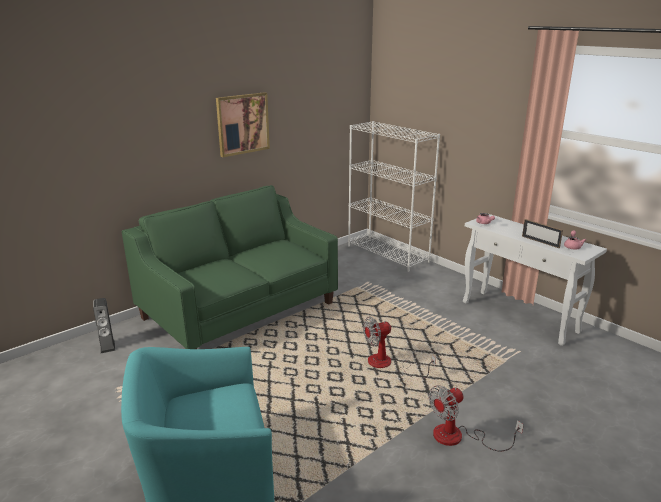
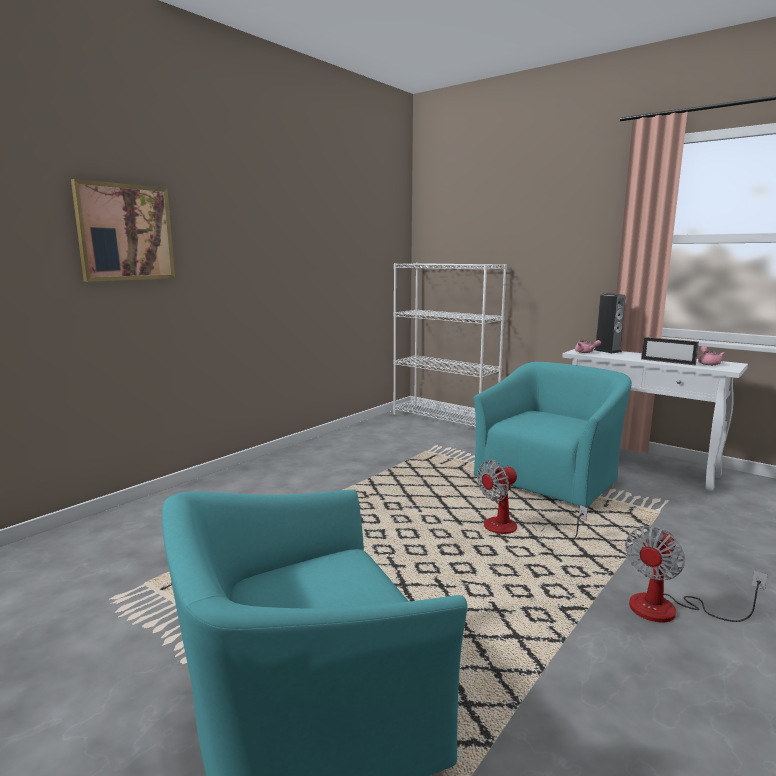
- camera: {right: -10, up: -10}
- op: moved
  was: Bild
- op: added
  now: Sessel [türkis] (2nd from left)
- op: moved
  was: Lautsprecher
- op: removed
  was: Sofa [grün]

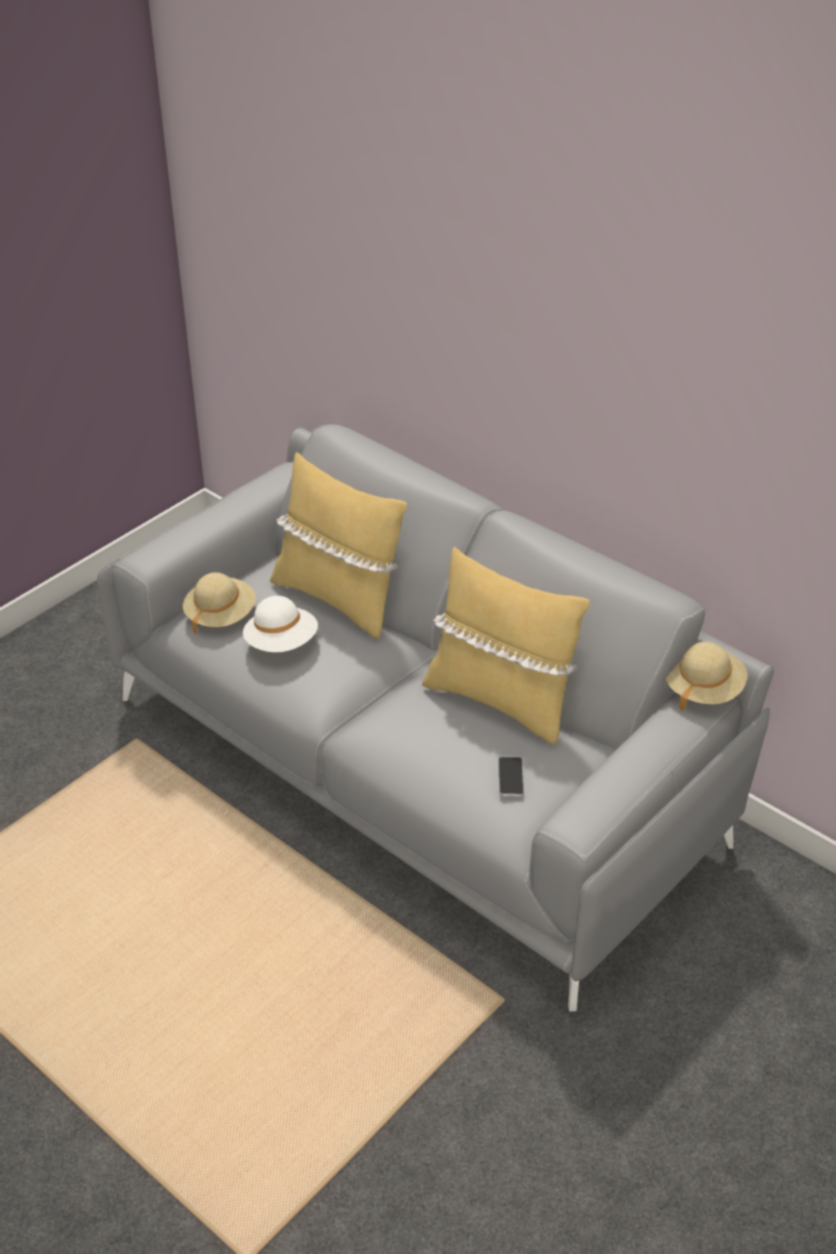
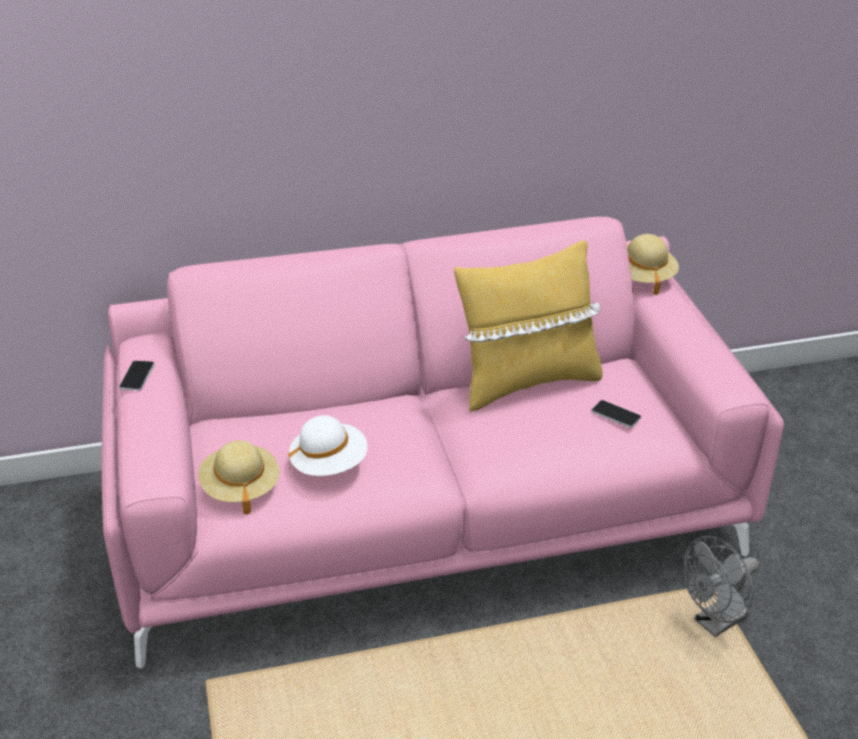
- camera: {right: -55, up: -5}
- op: recoloured
  was: Sofa [grau]
  now: Sofa [rosa]
- op: added
  now: Handy (1st from left)
- op: added
  now: Ventilator [grau]
- op: removed
  was: Kissen [gelb] (1st from left)

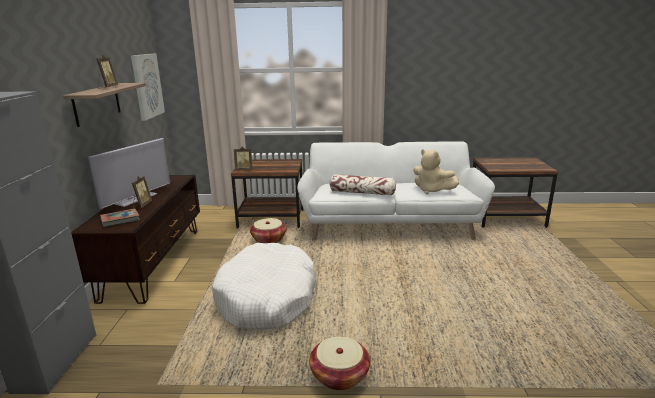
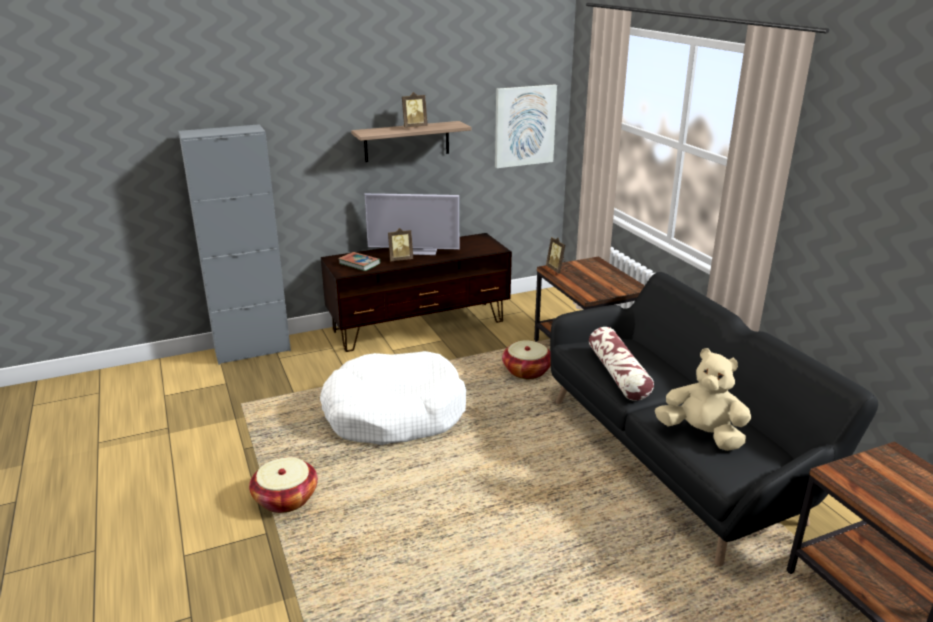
- camera: {right: 65, up: 5}
- op: recoloured
  was: Sofa [weiß]
  now: Sofa [schwarz]
- op: turned
  was: Plüschtier [beige]
  clockwise: 105

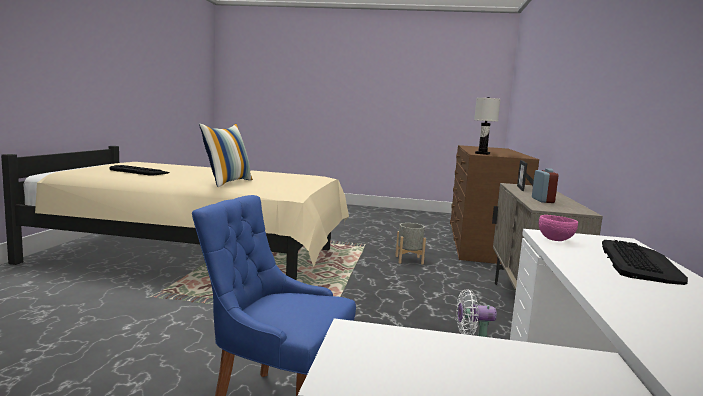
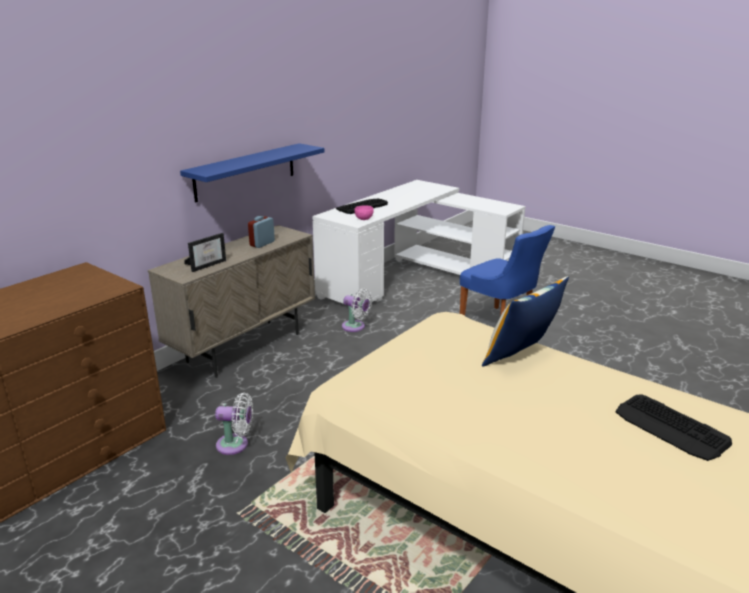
- camera: {right: -150, up: 15}
- op: added
  now: Wandregal [blau]
- op: replaced
  was: Pflanzkübel [grau]
  now: Ventilator [weiß] (1st from left)
- op: removed
  was: Tischlampe [weiß]

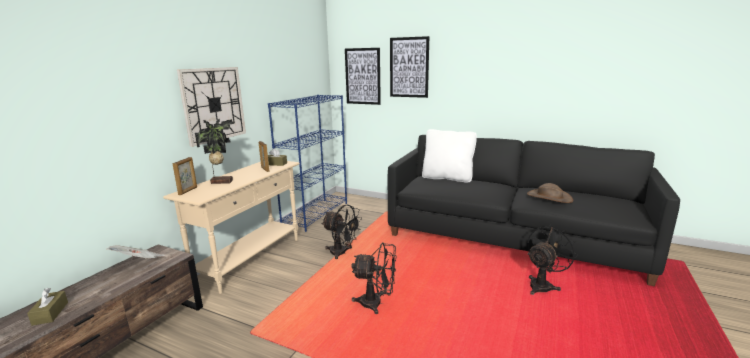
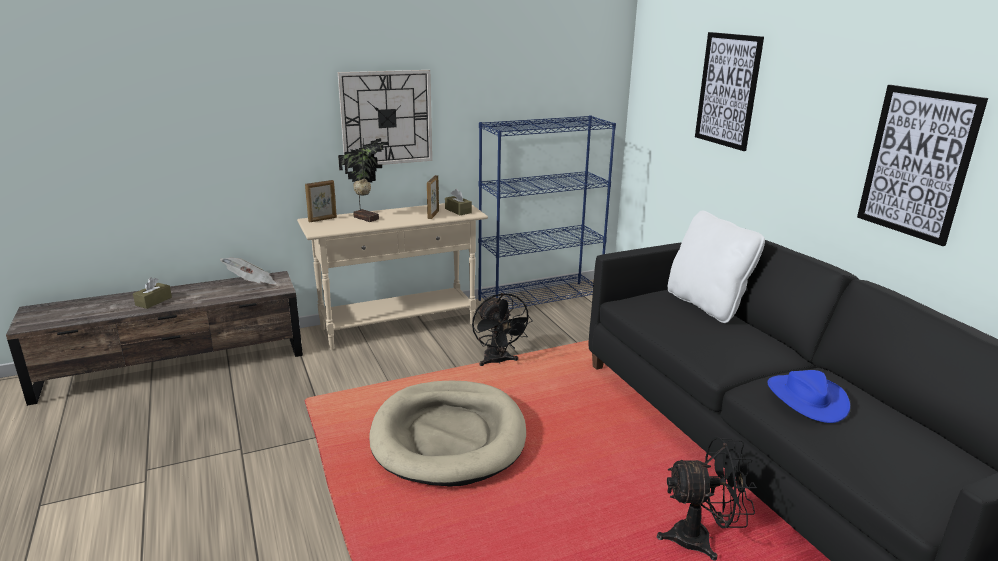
- camera: {right: 40, up: 5}
- op: replaced
  was: Ventilator [schwarz] (2nd from left)
  now: Hundebett [beige]
- op: recoloured
  was: Hut [braun]
  now: Hut [blau]
- op: moved
  was: Bild (1st from left in the first image)
  now: Bild (2nd from left)

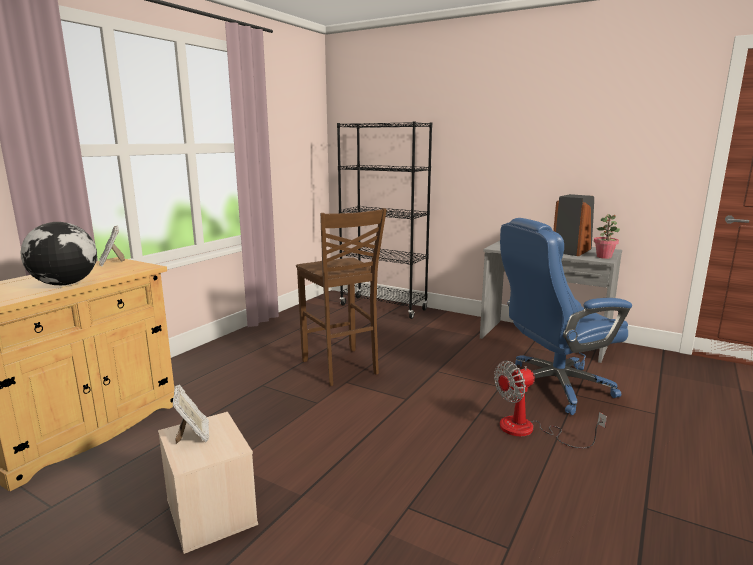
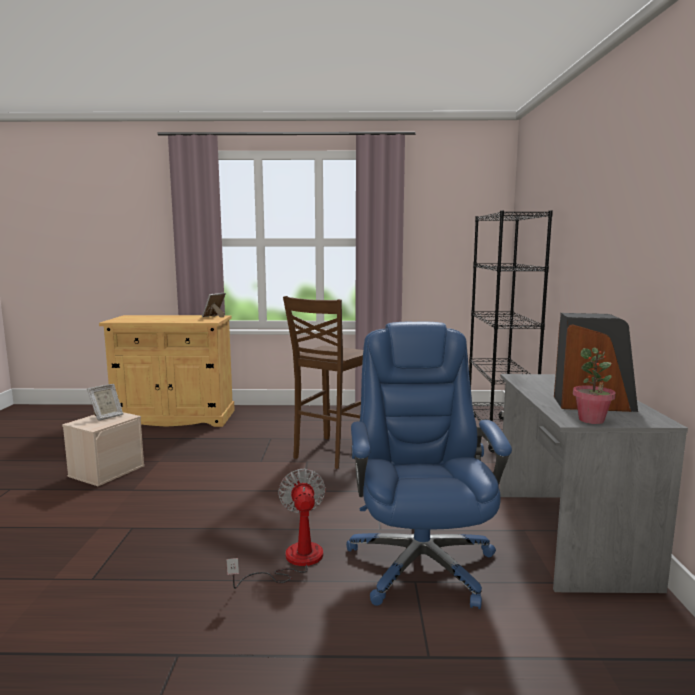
- camera: {right: 60, up: -5}
- op: turned
  was: Ventilator
  clockwise: 45
- op: turned
  was: Bürostuhl [blau]
  clockwise: 45
- op: removed
  was: Globus

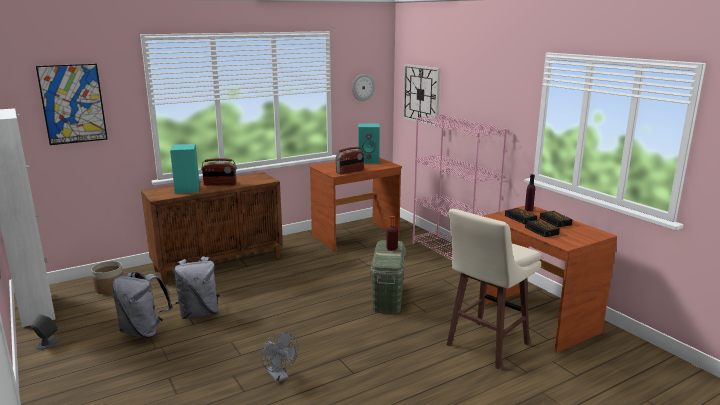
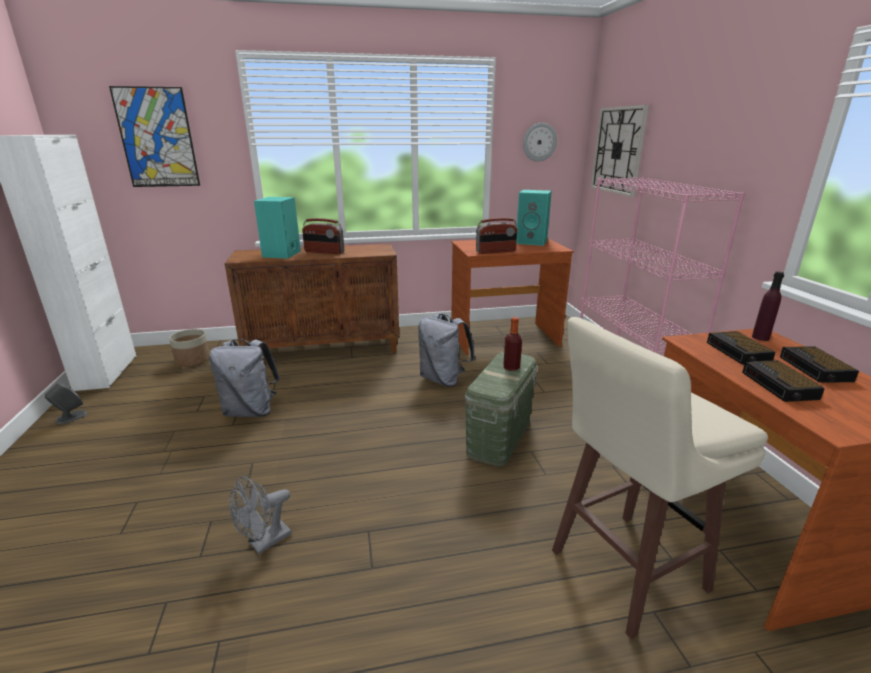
- camera: {right: 20, up: 5}
- op: turned
  was: Ventilator [grau]
  clockwise: 60
- op: moved
  was: Rucksack [grau] (1st from left in the first image)
  now: Rucksack [grau] (2nd from left)

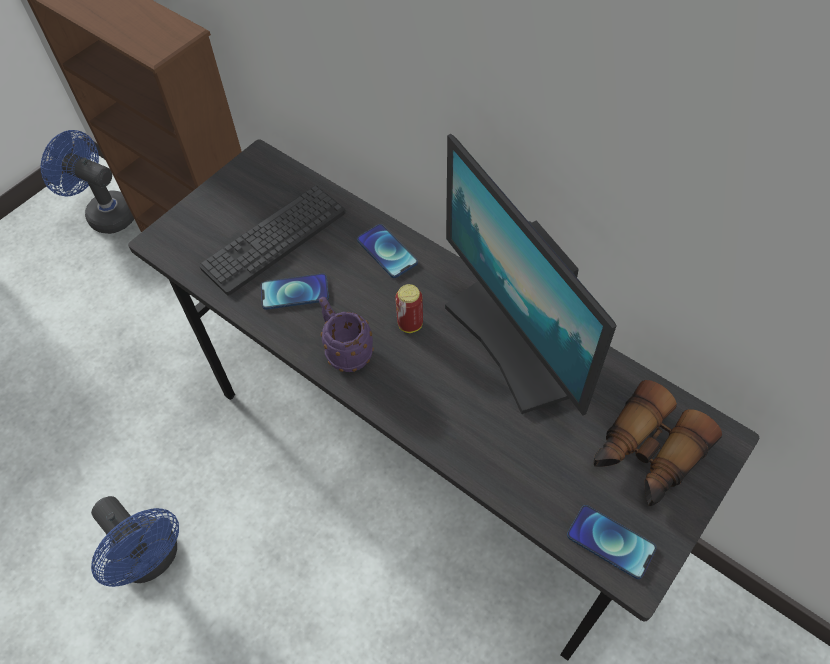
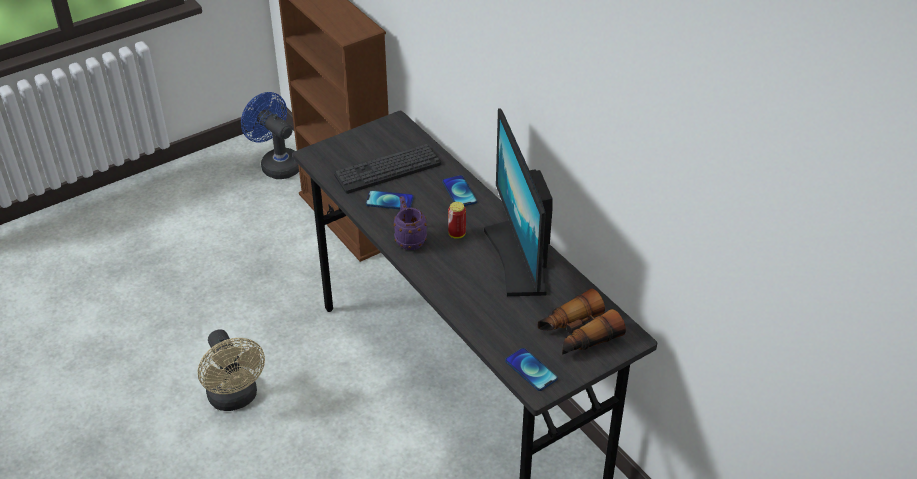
- camera: {right: 15, up: -15}
- op: recoloured
  was: Ventilator [blau] (2nd from left)
  now: Ventilator [beige]

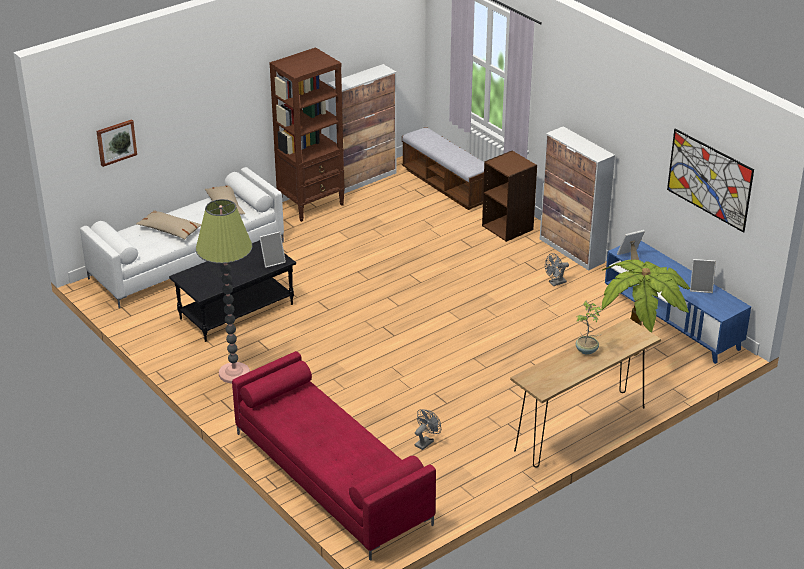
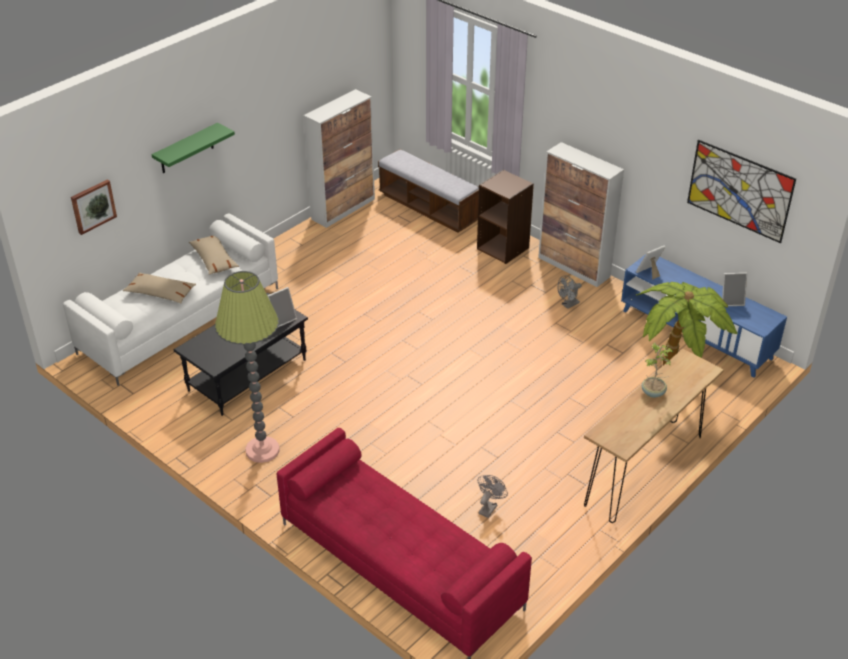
- camera: {right: -10, up: 5}
- op: added
  now: Wandregal [grün]
- op: removed
  was: Bücherregal [braun] (1st from left)

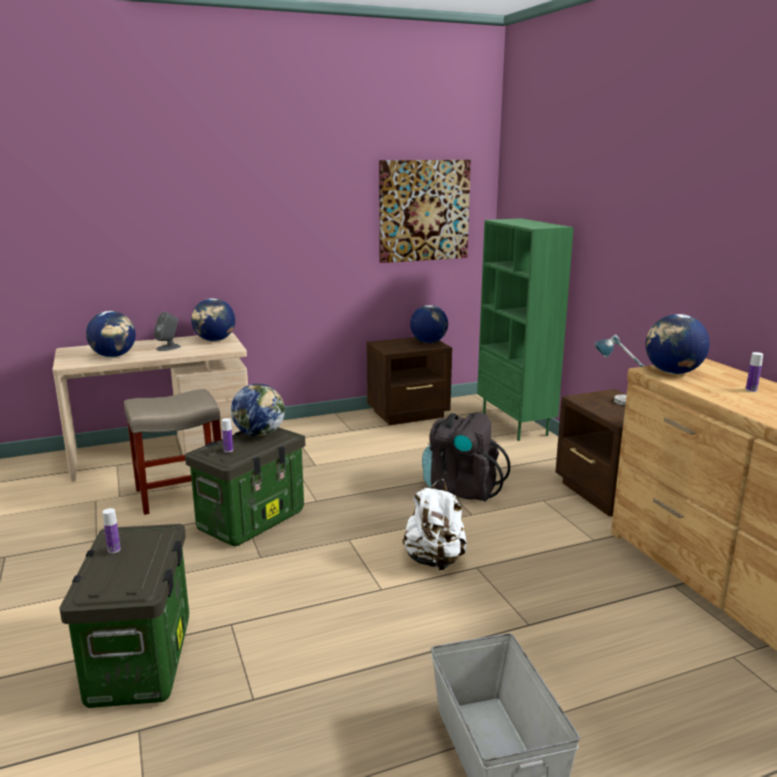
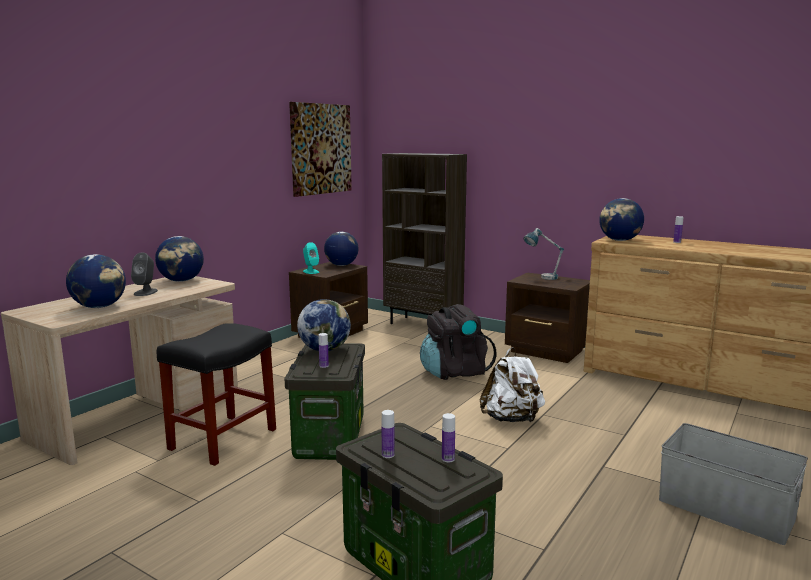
- camera: {right: -35, up: -5}
- op: recoloured
  was: Hocker [beige]
  now: Hocker [schwarz]
- op: added
  now: Lautsprecher [türkis]
- op: recoloured
  was: Bücherregal [grün]
  now: Bücherregal [braun]
- op: added
  now: Flasche (3rd from left)

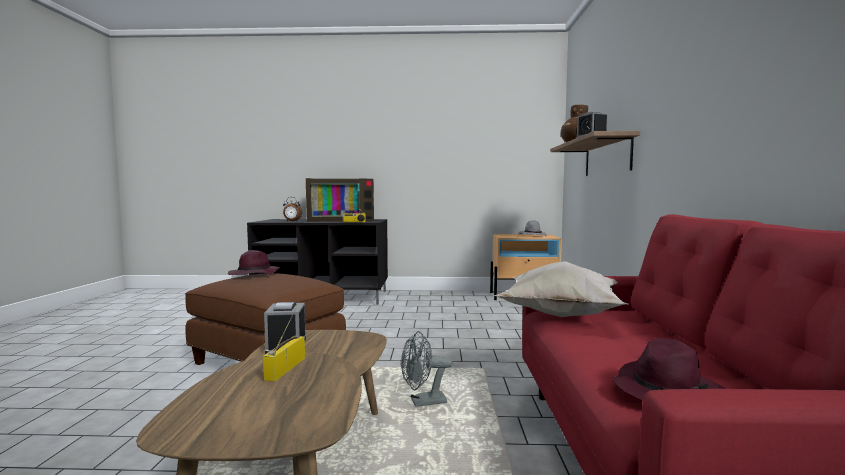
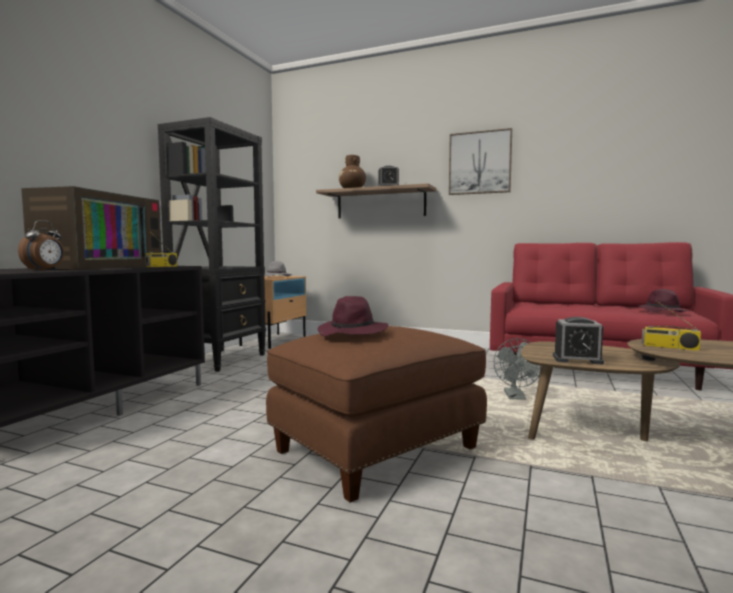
- camera: {right: -70, up: 0}
- op: added
  now: Bücherregal [schwarz]
- op: added
  now: Bild
- op: removed
  was: Kissen [weiß]

